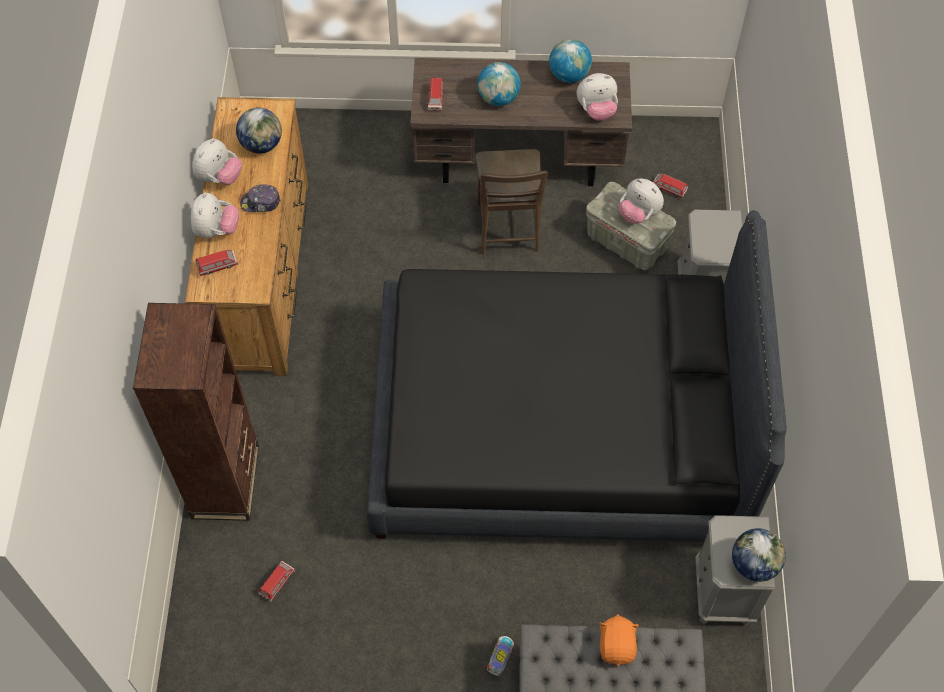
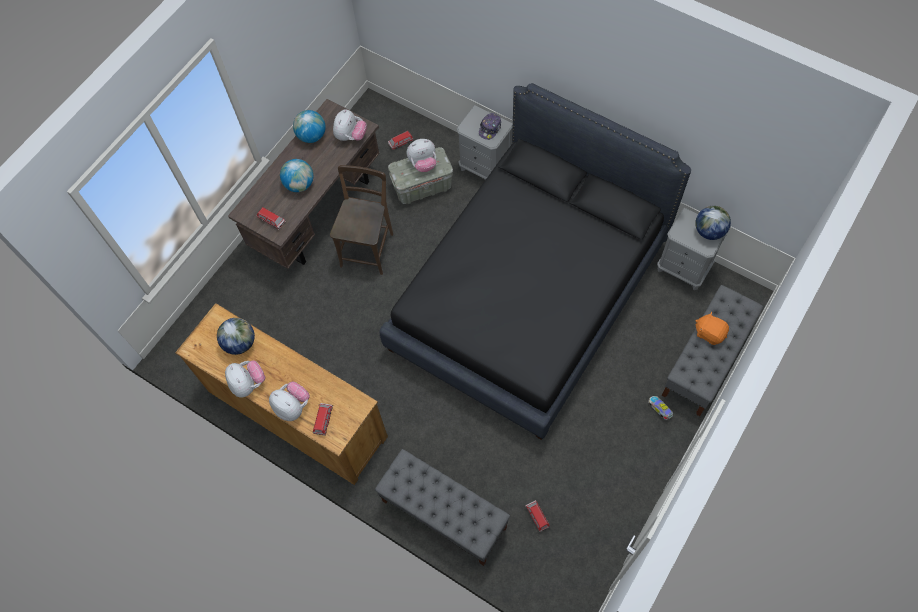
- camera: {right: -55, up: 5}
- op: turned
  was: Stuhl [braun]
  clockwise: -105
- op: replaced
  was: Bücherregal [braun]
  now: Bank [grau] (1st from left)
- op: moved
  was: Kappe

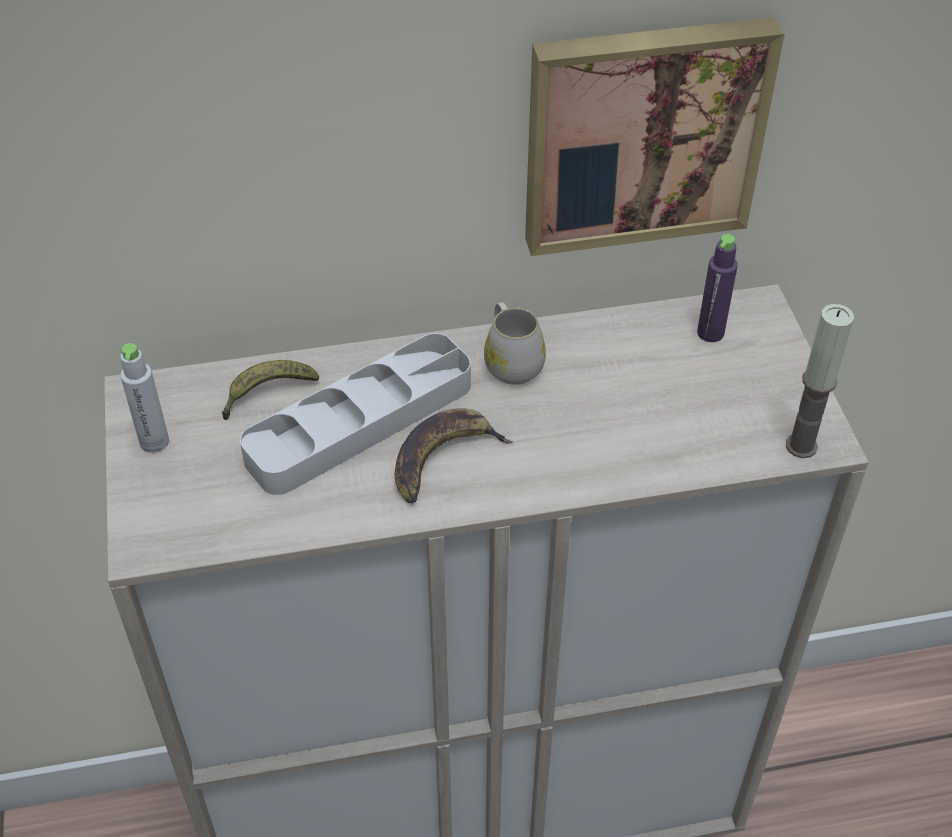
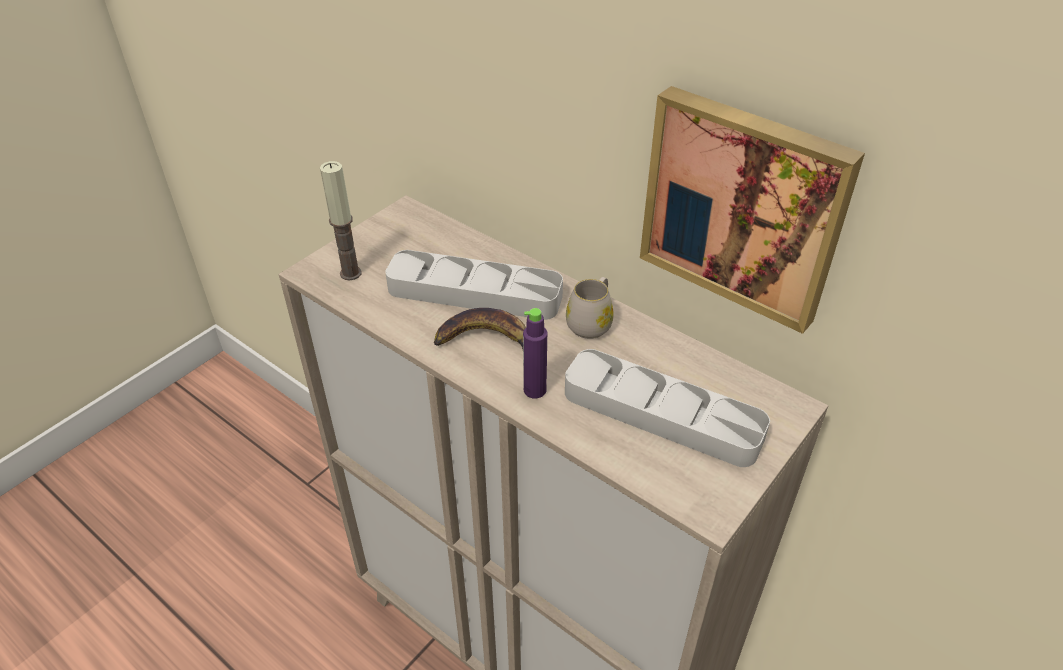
- camera: {right: 50, up: -5}
- op: moved
  was: Kerze
- op: moved
  was: Flasche [lila]
- op: added
  now: Tablett [grau] (2nd from left)
- op: removed
  was: Flasche [grau]
- op: removed
  was: Banane (1st from left)

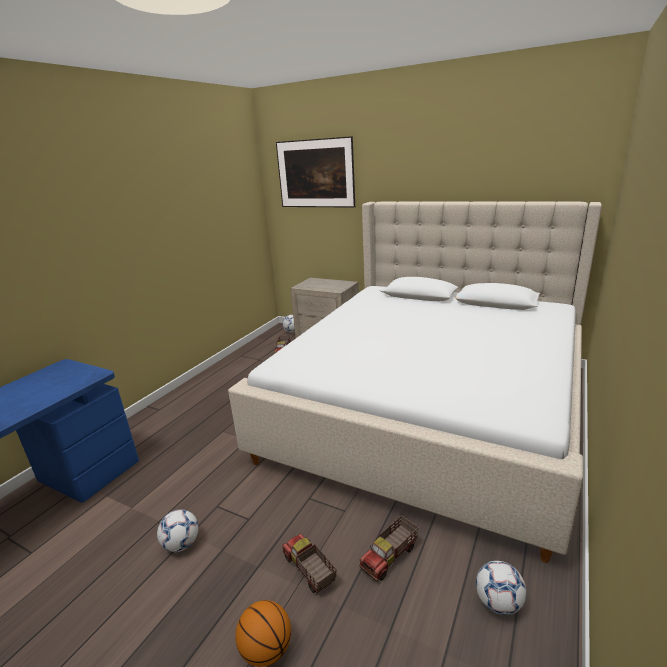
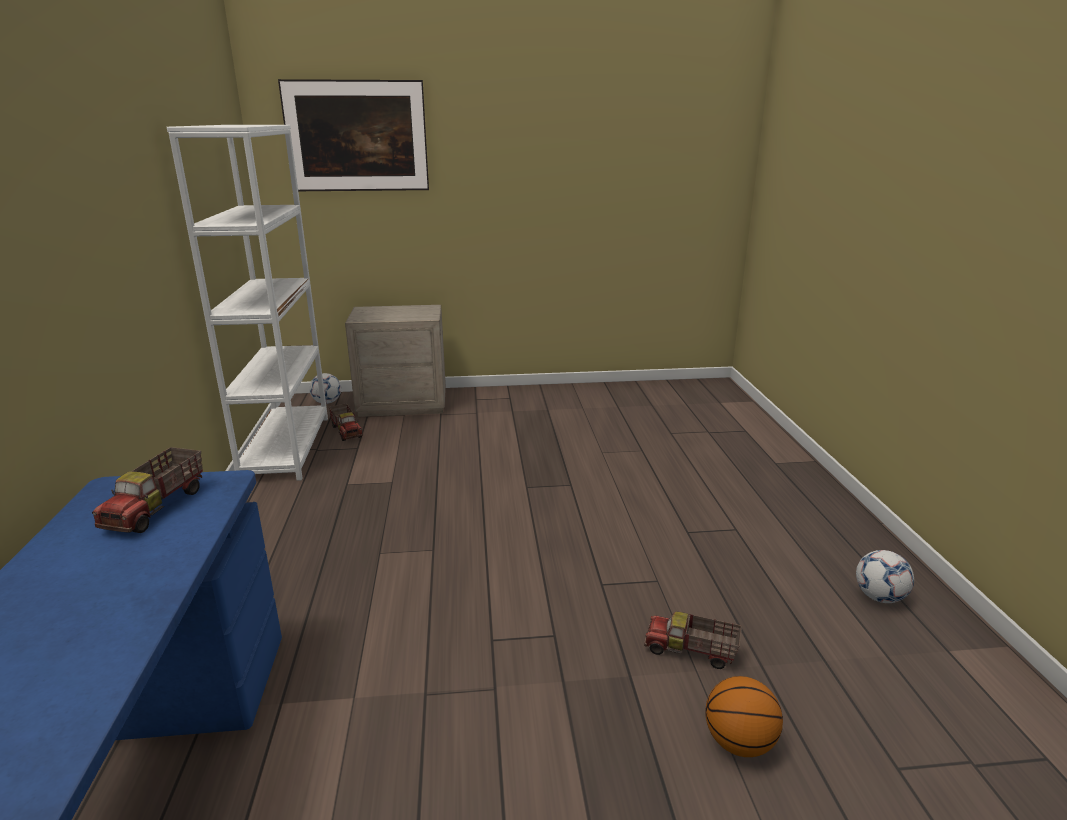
- camera: {right: -35, up: 0}
- op: moved
  was: Spielzeuglaster (3rd from left in the first image)
  now: Spielzeuglaster (1st from left)
- op: added
  now: Bücherregal [weiß]
- op: removed
  was: Fußball (1st from left)
- op: removed
  was: Bett [beige]

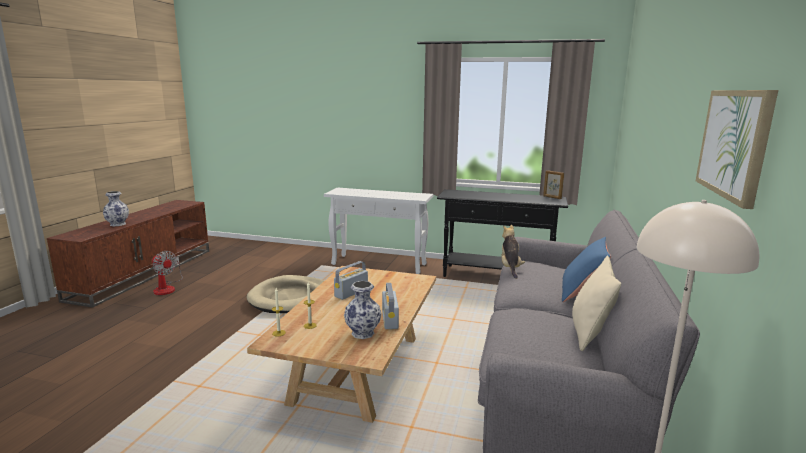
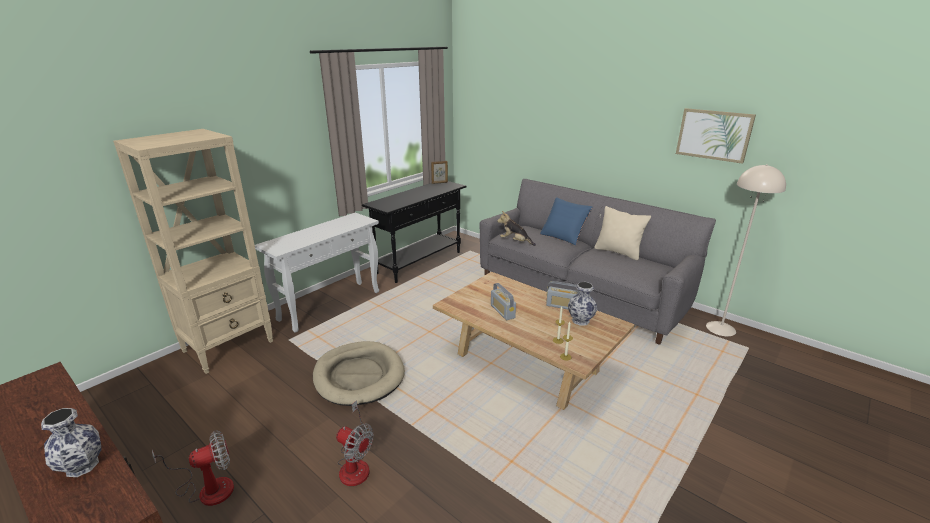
- camera: {right: -65, up: 10}
- op: added
  now: Bücherregal [beige]
- op: added
  now: Ventilator (2nd from left)

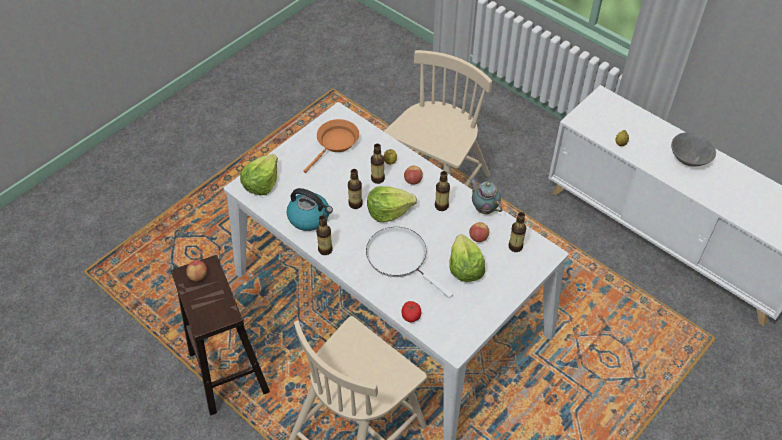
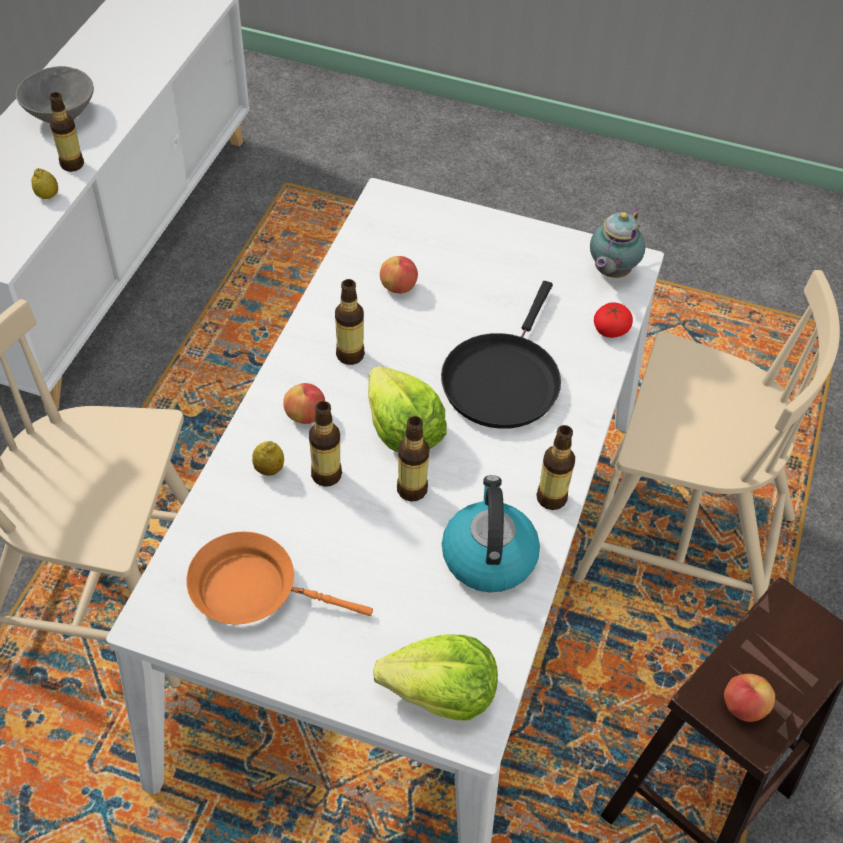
- camera: {right: -115, up: 0}
- op: moved
  was: Flasche (5th from left in the first image)
  now: Flasche (1st from left)
- op: recoloured
  was: Pfanne [weiß]
  now: Pfanne [schwarz]
- op: moved
  was: Teekanne
- op: removed
  was: Salatkopf (3rd from left)

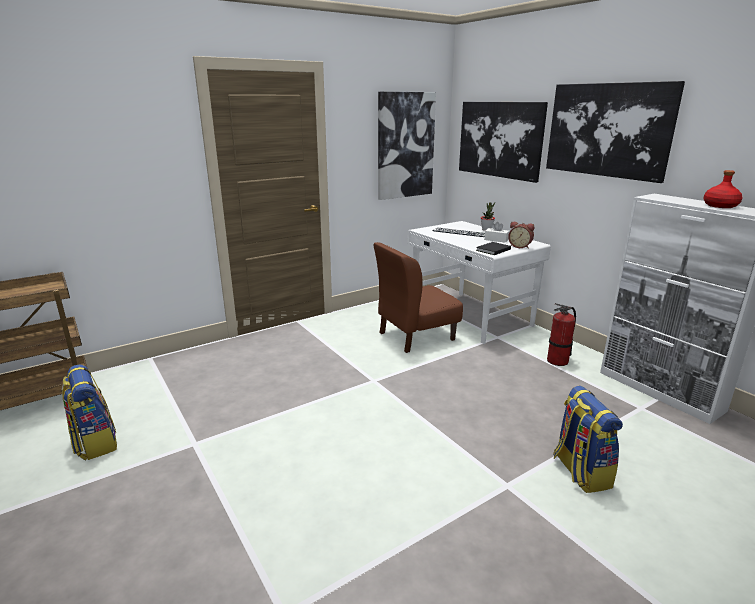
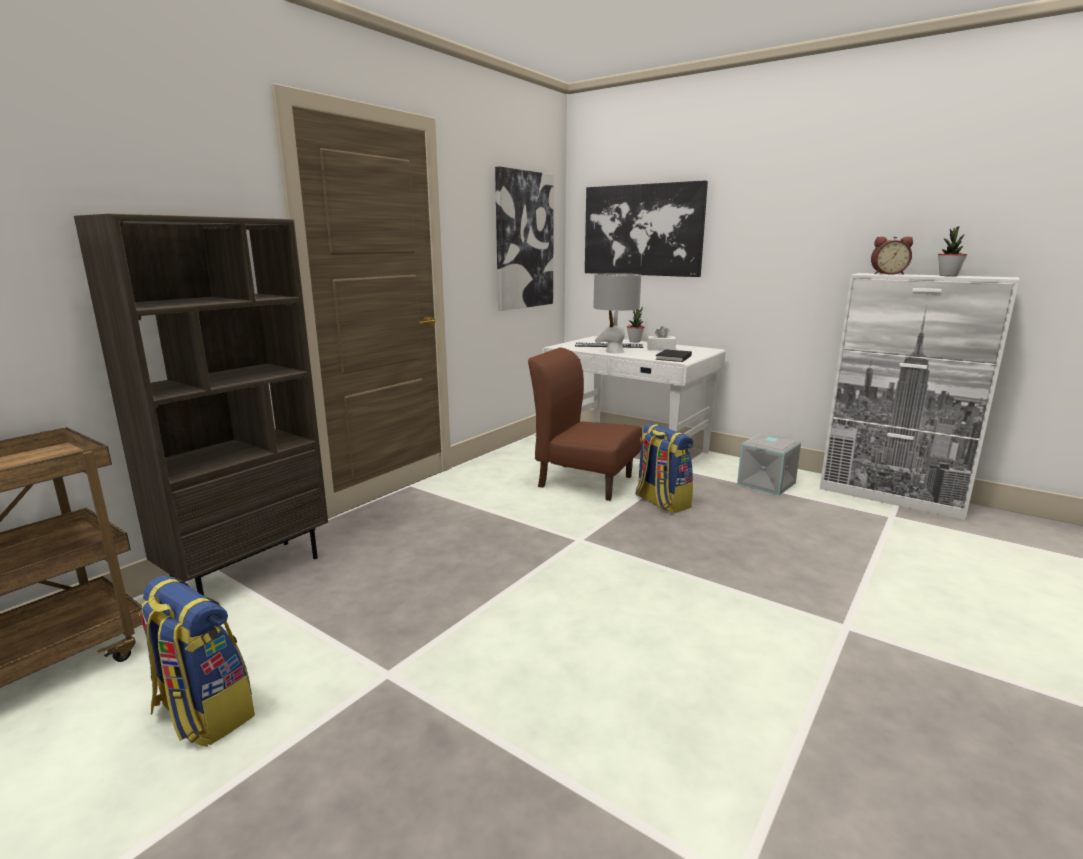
- camera: {right: -20, up: -5}
- op: added
  now: Bücherregal [braun]
- op: turned
  was: Stuhl [braun]
  clockwise: 75
- op: added
  now: Tischlampe [grau]
- op: moved
  was: Rucksack (2nd from left)
- op: replaced
  was: Feuerlöscher
  now: Aufbewahrungsbox [grau]
- op: moved
  was: Wecker
- op: replaced
  was: Flasche [rot]
  now: Topfpflanze (2nd from left)
- op: removed
  was: Bild (3rd from left)

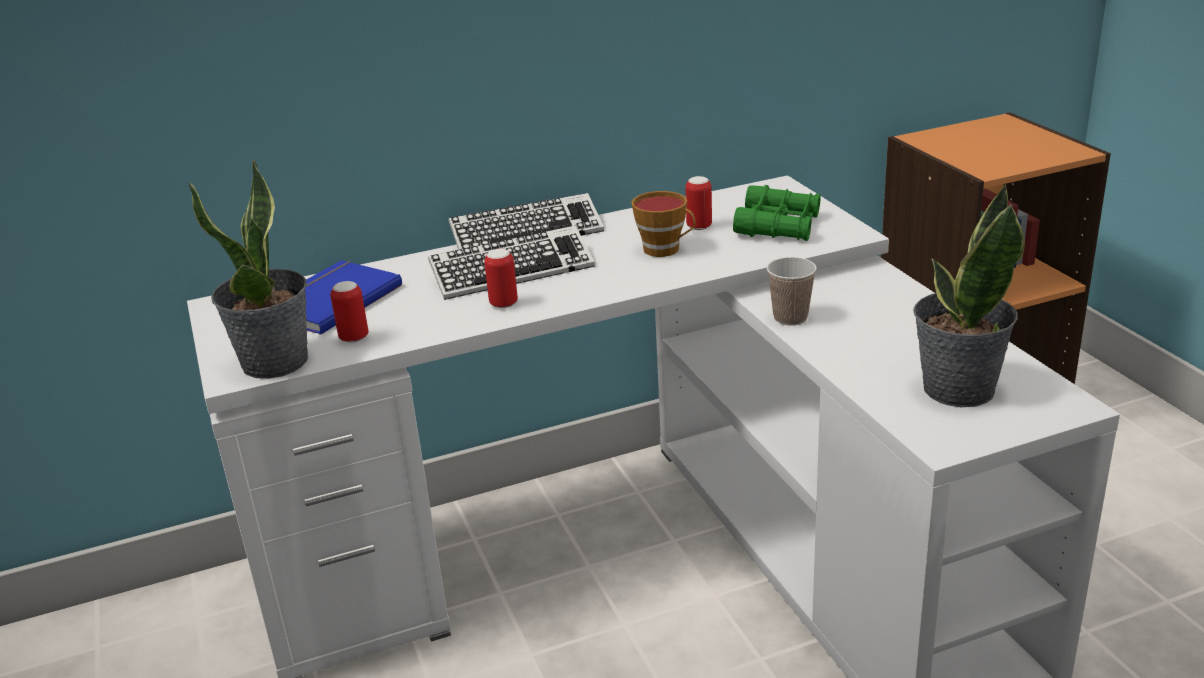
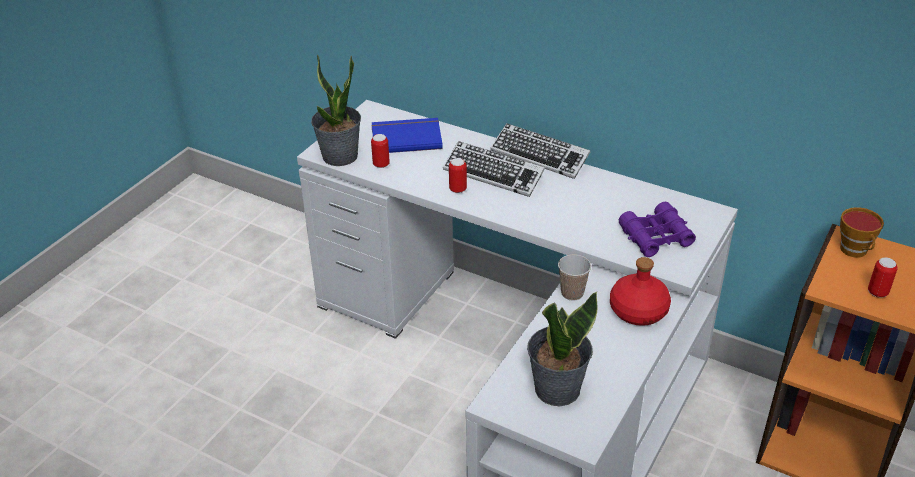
- camera: {right: 50, up: 10}
- op: added
  now: Flasche [rot]
- op: recoloured
  was: Fernglas [grün]
  now: Fernglas [lila]
- op: moved
  was: Tasse (1st from left in the first image)
  now: Tasse (2nd from left)
- op: moved
  was: Dose (3rd from left)

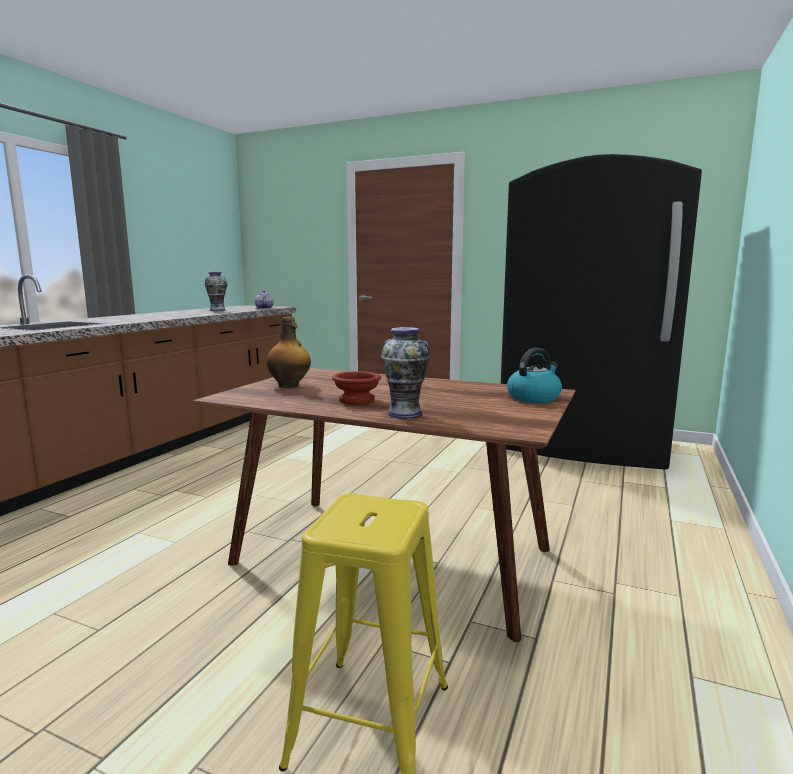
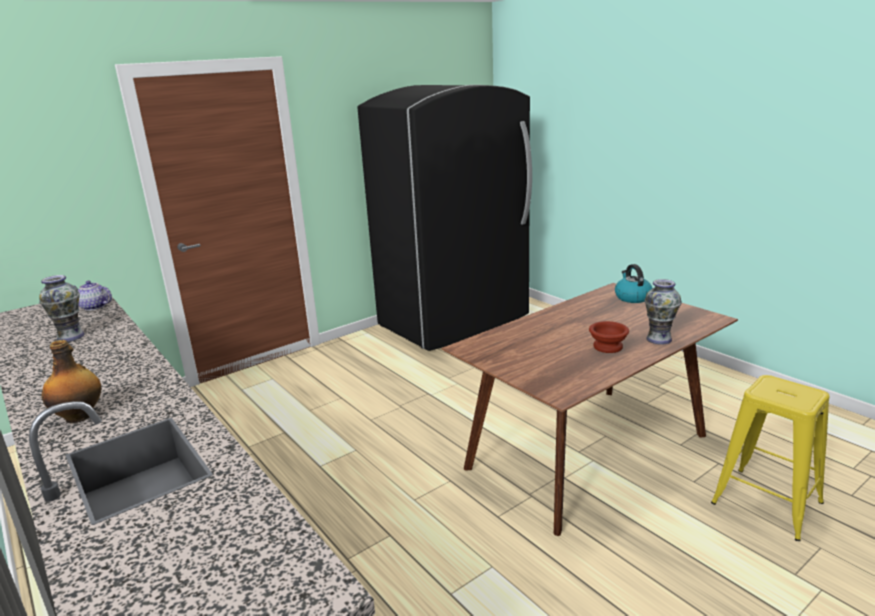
- camera: {right: -60, up: 10}
- op: moved
  was: Flasche

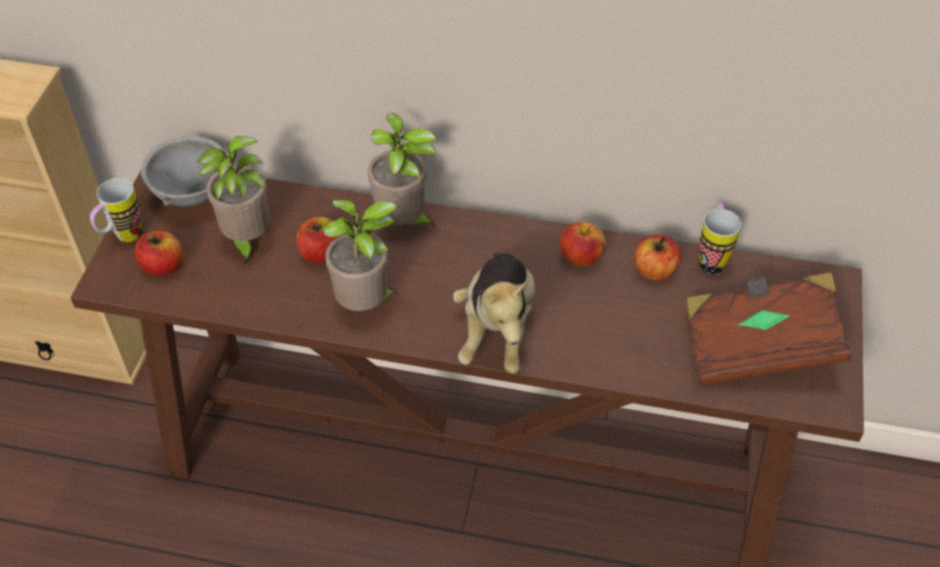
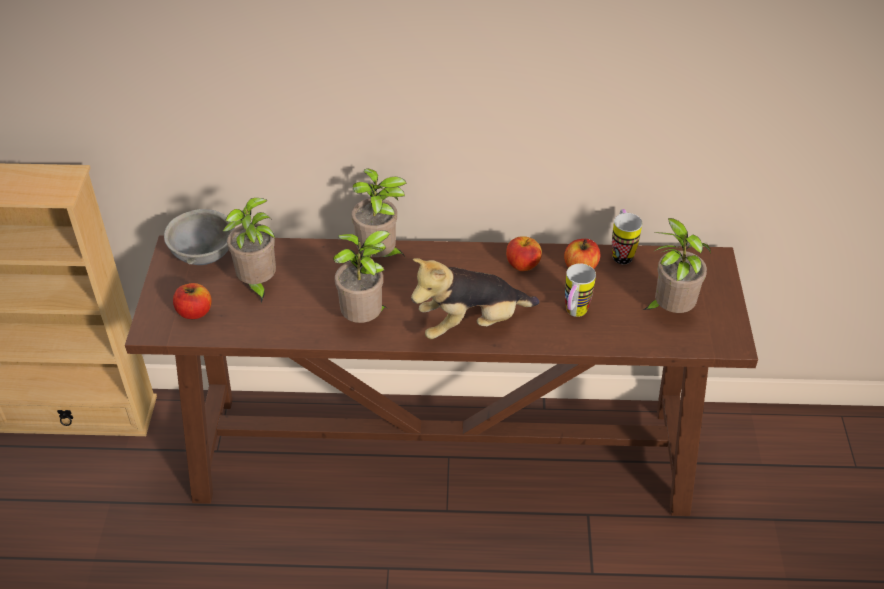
- camera: {right: -10, up: -5}
- op: turned
  was: Plüschtier
  clockwise: 75
- op: moved
  was: Henkelbecher (1st from left)
- op: replaced
  was: Buch [braun]
  now: Topfpflanze (4th from left)
- op: removed
  was: Apfel (2nd from left)

